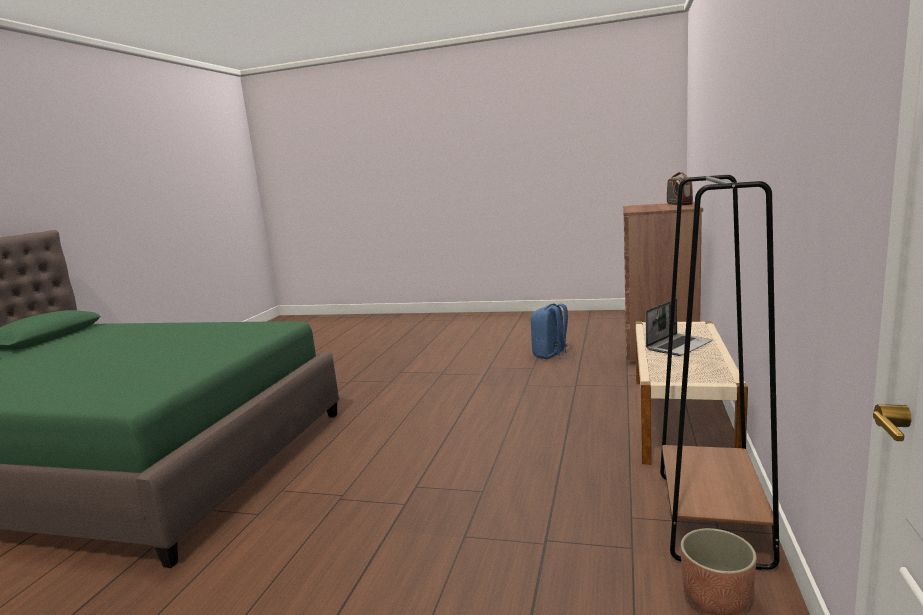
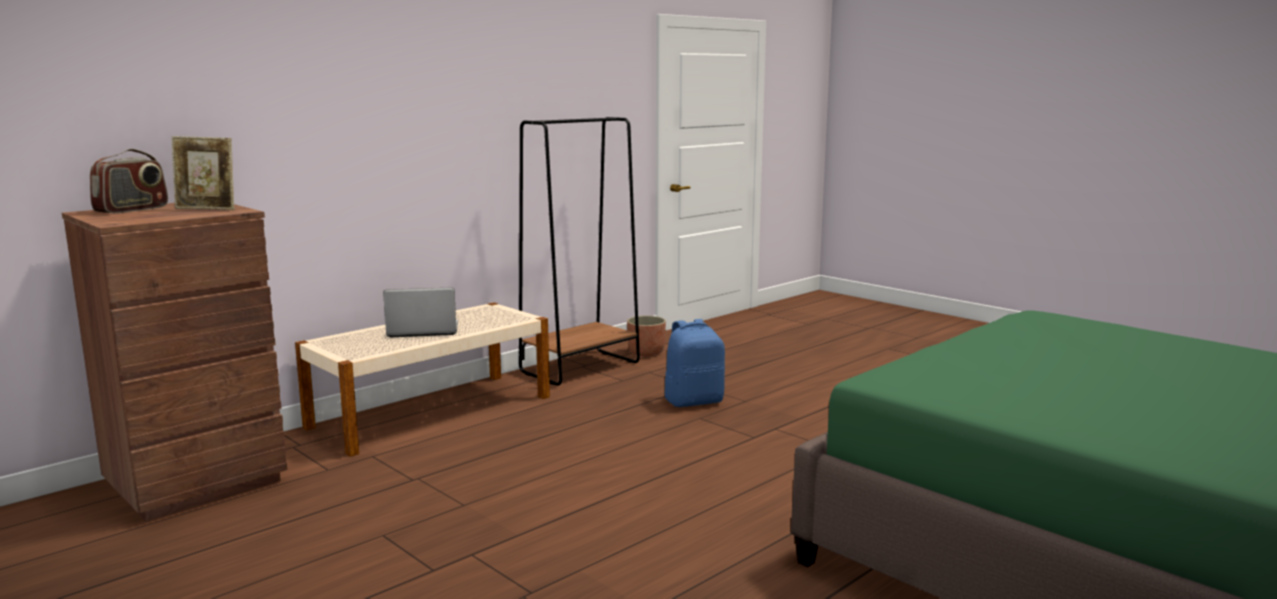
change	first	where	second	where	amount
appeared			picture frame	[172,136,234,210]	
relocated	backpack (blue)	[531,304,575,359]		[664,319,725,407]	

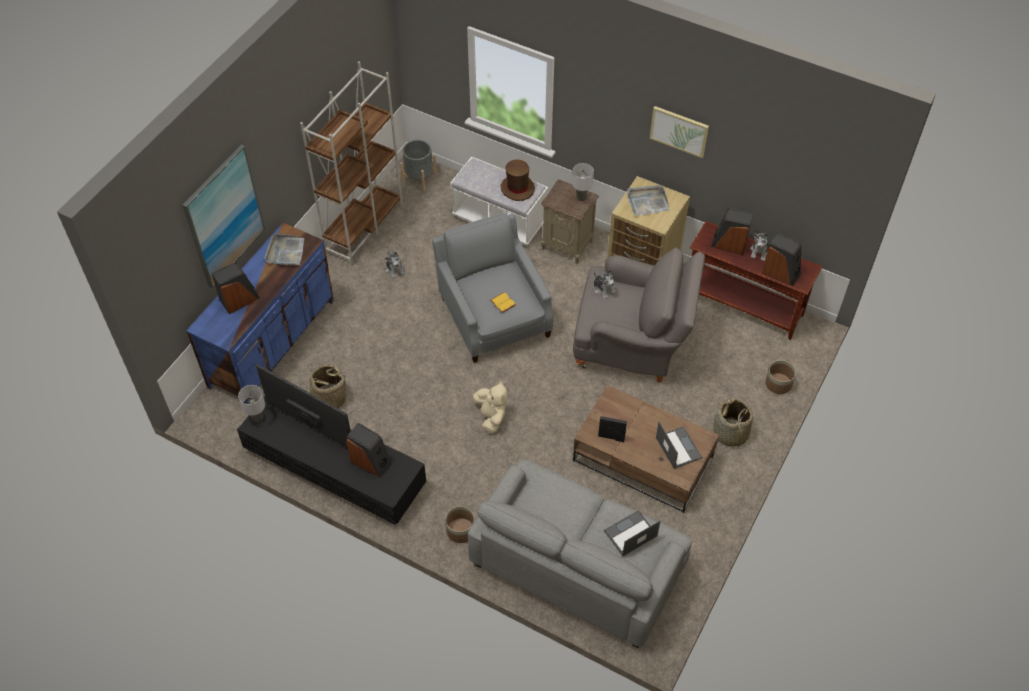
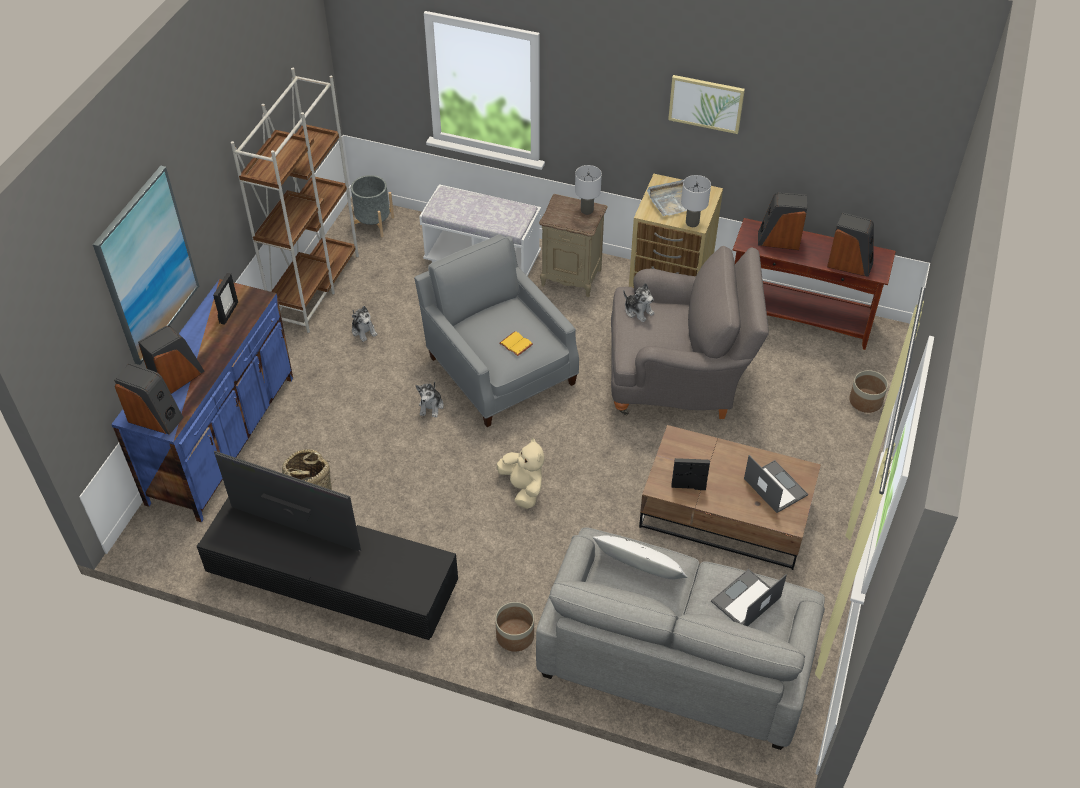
change	first	where	second	where	amount
missing	hat (brown)	[501,159,535,201]			
missing	basket	[713,398,753,449]			
appeared			pillow (white)	[593,535,688,579]	
relocated	table lamp (white)	[238,385,265,423]		[681,175,711,227]	
relocated	speaker	[346,423,392,478]		[114,363,184,435]	
relocated	plush toy	[750,232,769,261]		[416,381,444,417]	
exchanged	tray (grey)	[264,233,304,265]	picture frame	[213,273,238,325]	

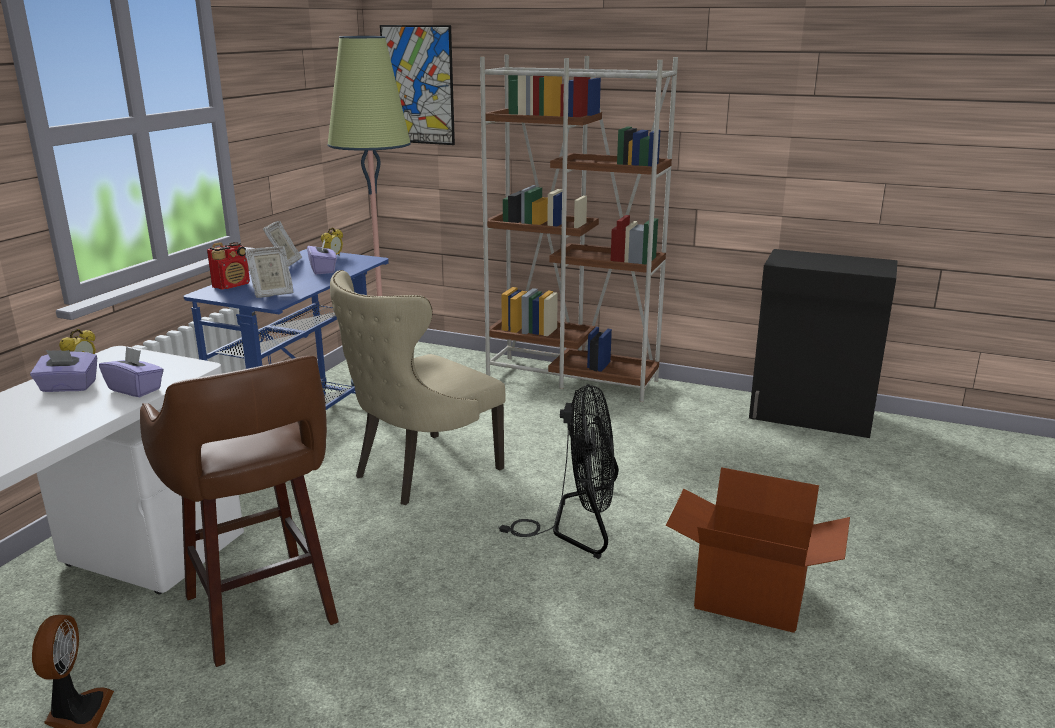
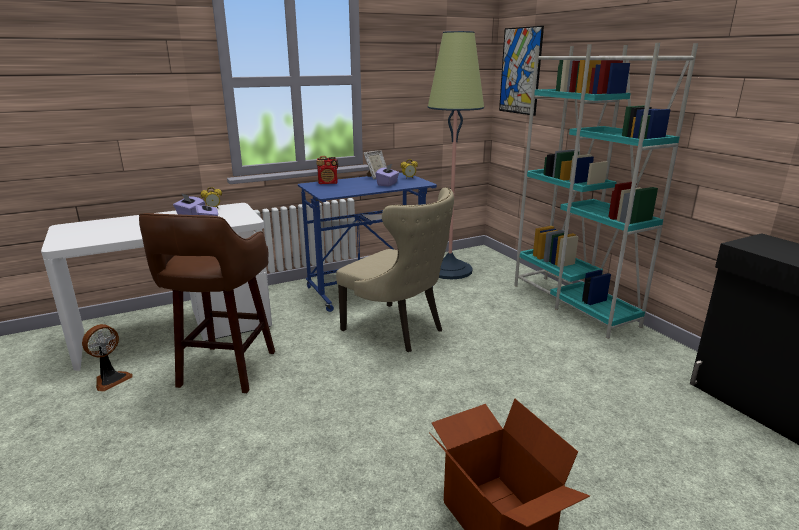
change	first	where	second	where	amount
missing	picture frame	[245,246,293,298]			
missing	fan (black)	[498,384,618,559]			
colour	bookcase (brown)	[480,54,678,402]	bookcase (turquoise)	[514,43,698,339]	
spun	chair (beige)	[330,270,506,505]		[336,187,454,352]	135 degrees counterclockwise

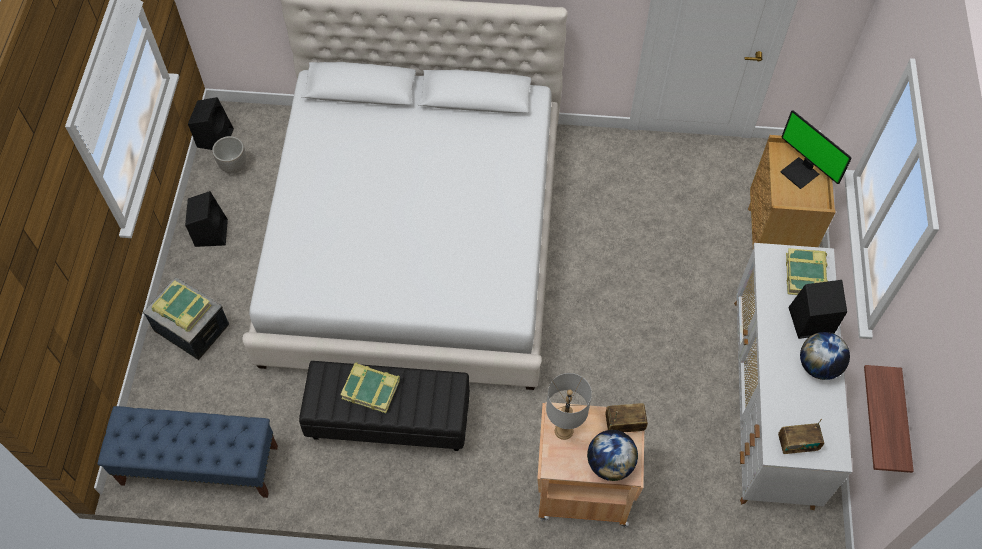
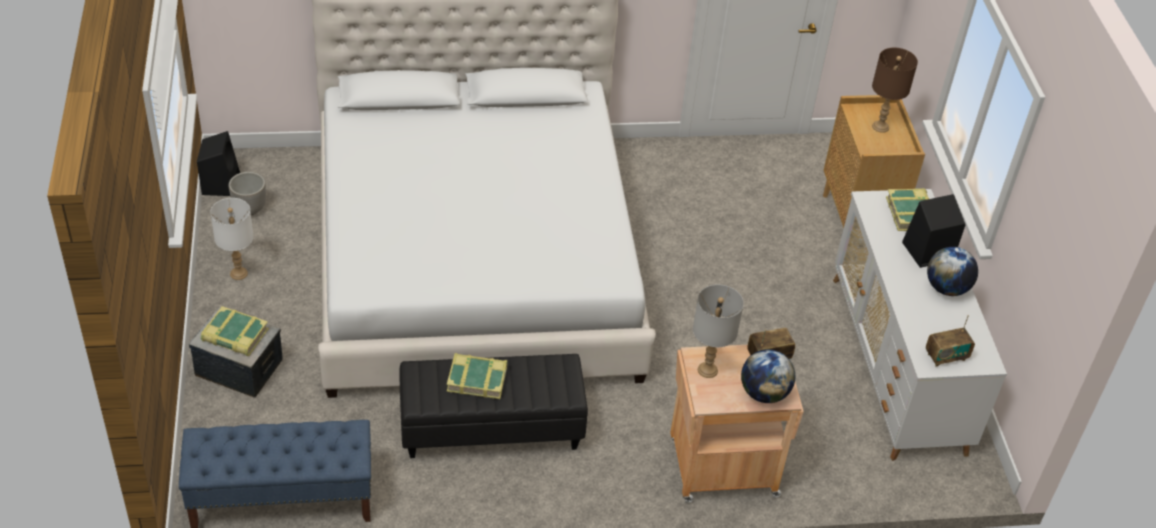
change	first	where	second	where	amount
missing	shelf	[864,365,914,473]			
exchanged	speaker (black)	[185,191,228,247]	table lamp (white)	[210,198,254,280]	
exchanged	monitor	[780,110,852,189]	table lamp (brown)	[872,48,918,133]	

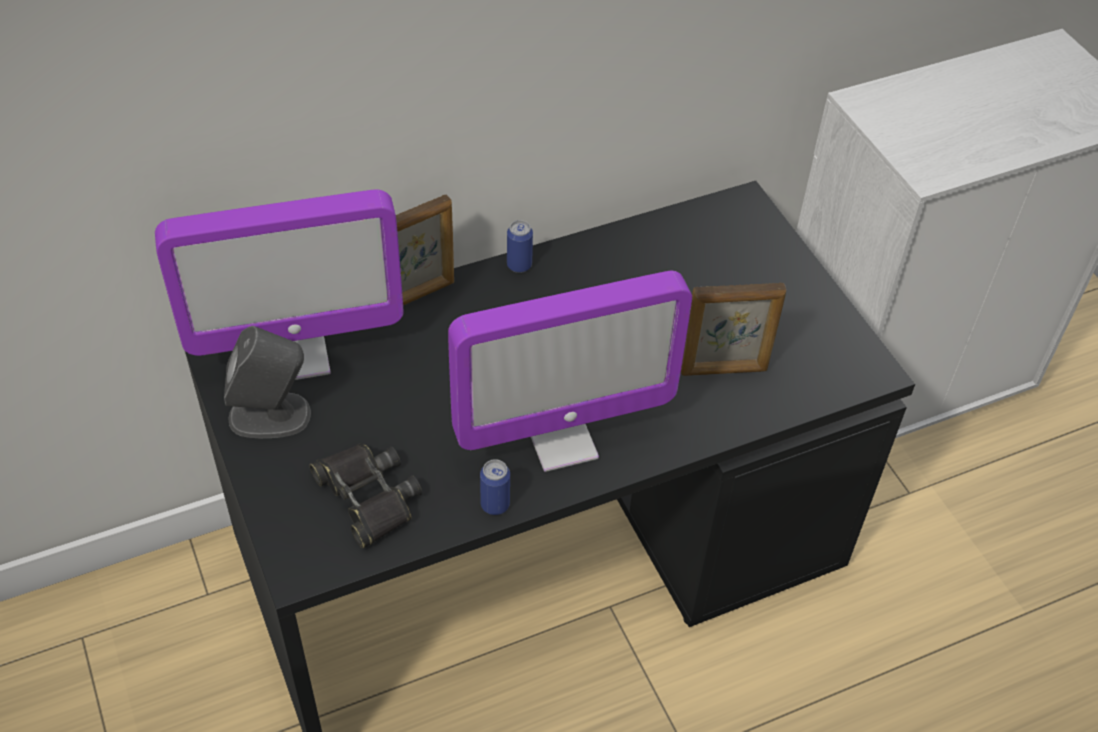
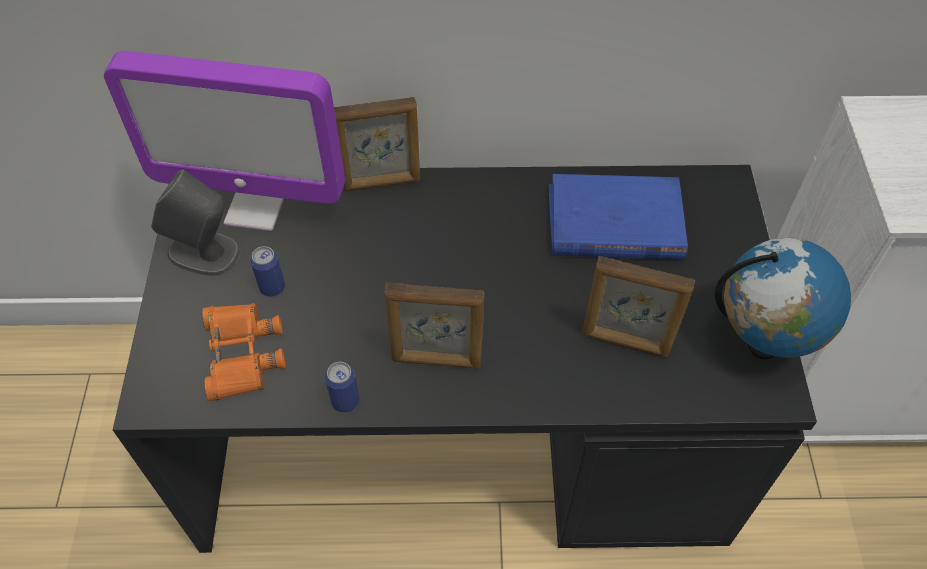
change	first	where	second	where	amount
appeared			book (blue)	[548,174,688,260]	
appeared			globe	[715,238,851,359]	
relocated	can	[507,220,533,273]		[250,246,285,296]	
exchanged	monitor	[448,271,692,472]	picture frame	[384,282,484,369]	
colour	binoculars (black)	[310,443,422,548]	binoculars (orange)	[202,303,285,401]	

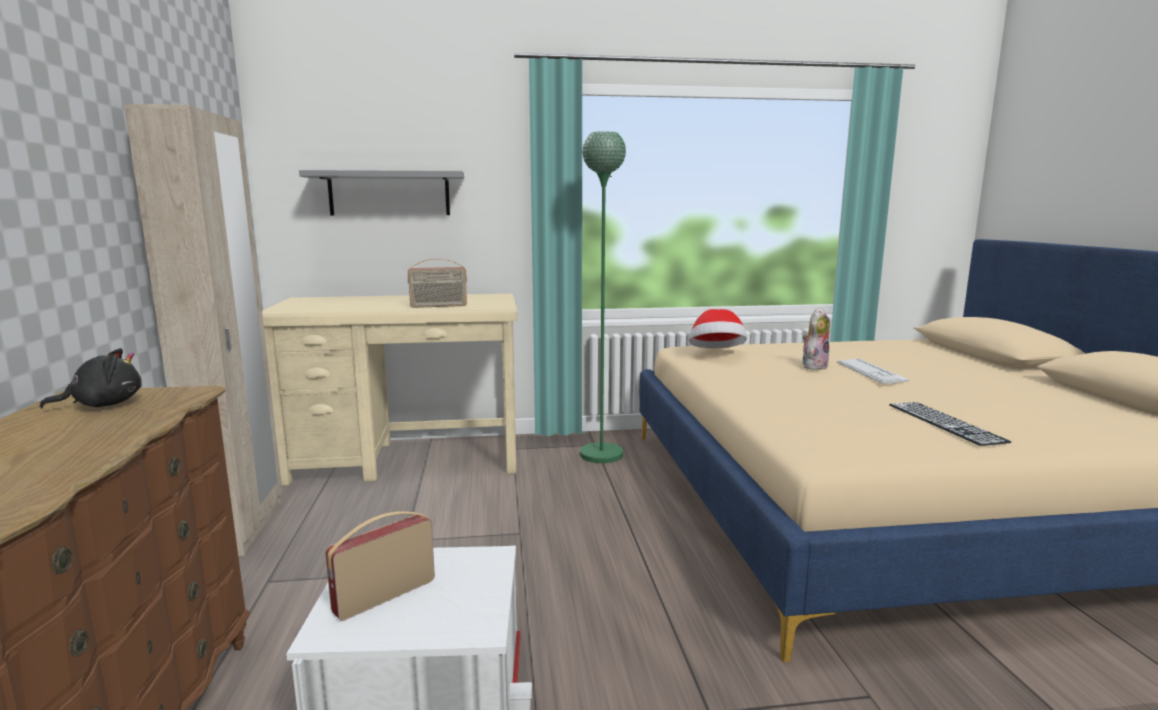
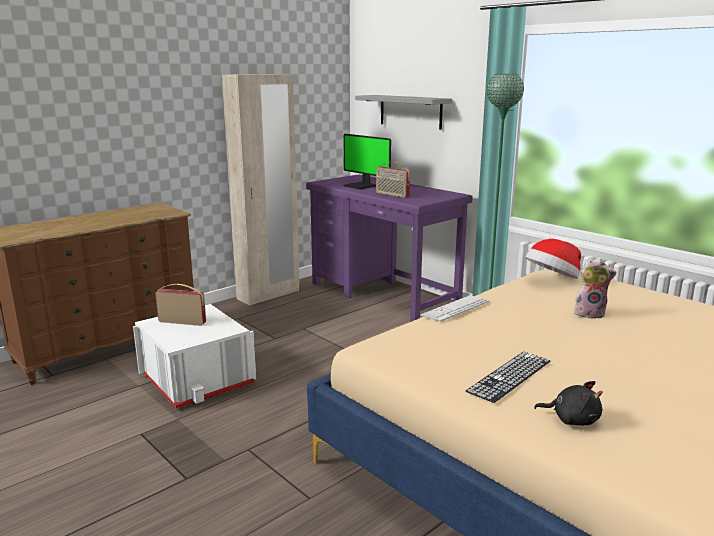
change	first	where	second	where	amount
appeared			monitor	[344,134,391,189]	
relocated	plush toy (black)	[39,348,142,409]		[534,381,603,426]	
relocated	keyboard	[837,359,909,384]		[421,295,489,322]	
colour	desk (beige)	[262,294,517,486]	desk (purple)	[306,174,473,322]	

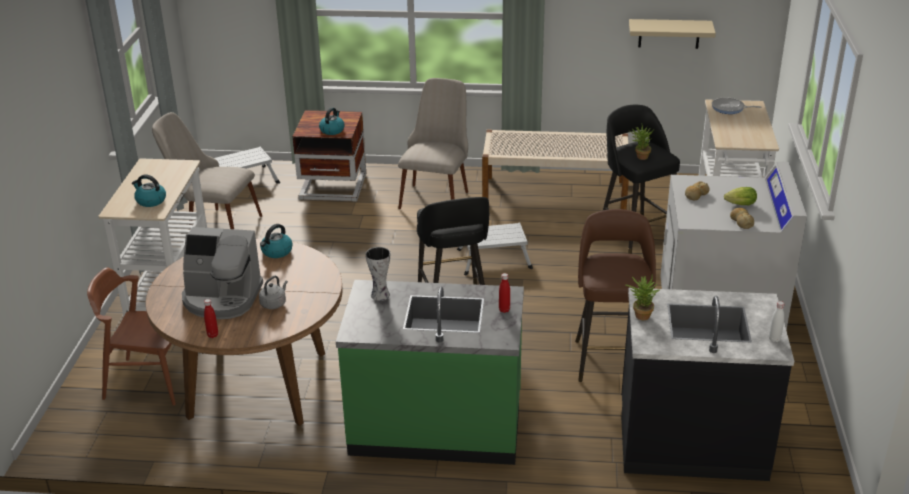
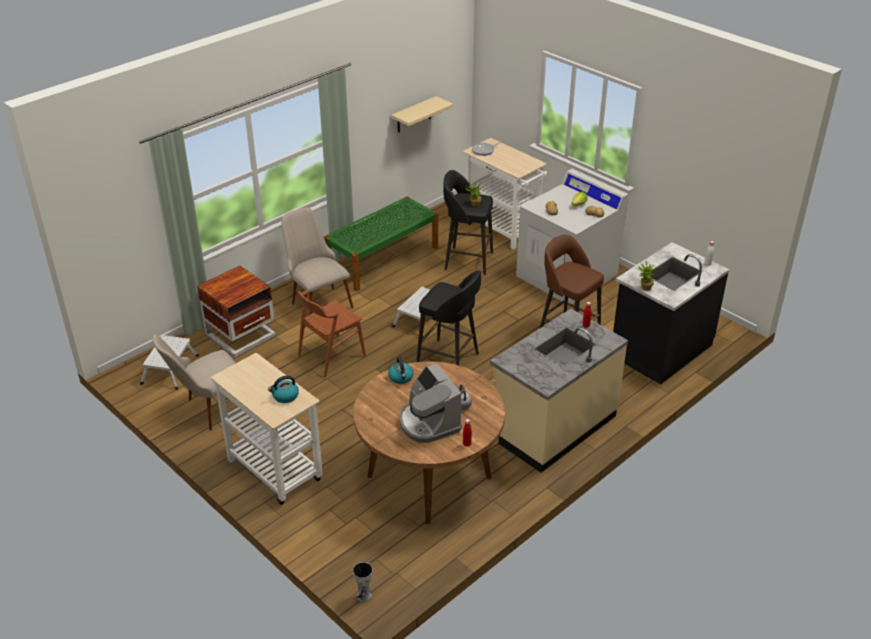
change	first	where	second	where	amount
missing	kettle	[319,108,345,135]			
relocated	chair (brown)	[87,268,176,405]		[297,291,366,377]	
relocated	vase	[365,247,390,301]		[353,562,373,602]	
colour	counter (green)	[336,280,524,465]	counter (beige)	[490,309,628,473]	
colour	bench (beige)	[482,129,629,210]	bench (green)	[323,196,438,292]	
spun	coffee machine	[182,227,263,319]		[399,364,462,443]	105 degrees clockwise

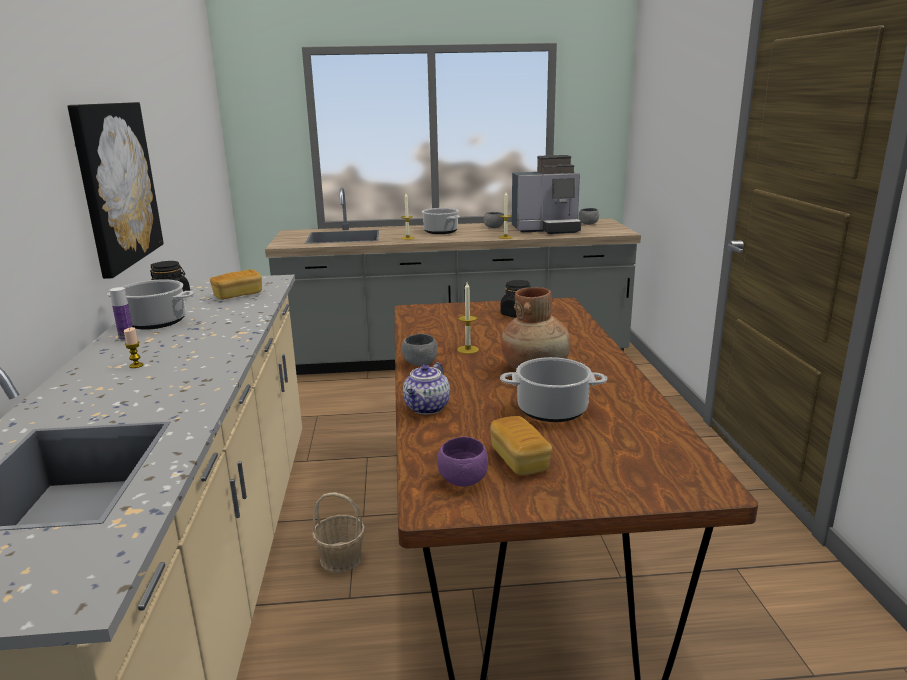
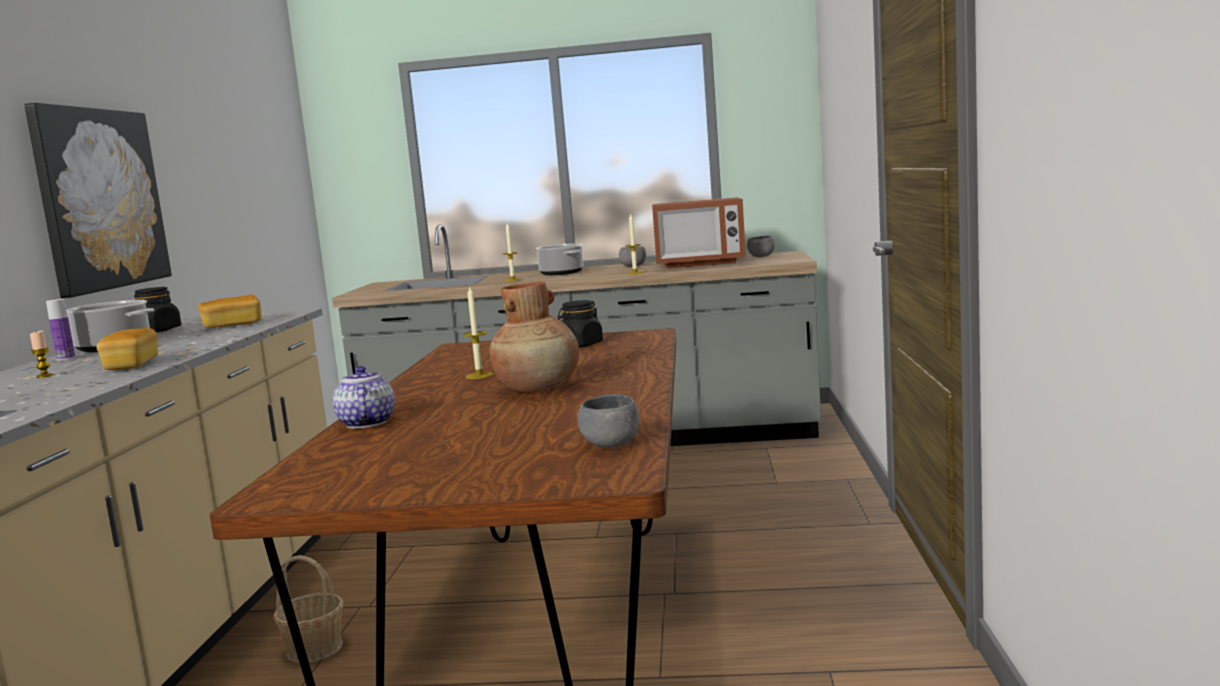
change	first	where	second	where	amount
missing	bowl (purple)	[437,437,488,487]			
missing	cooking pot	[500,357,607,422]			
relocated	bowl (grey)	[402,334,437,366]		[578,394,639,448]	
relocated	bread	[490,416,552,476]		[96,328,158,370]	
exchanged	coffee machine	[512,155,581,234]	microwave	[652,197,746,268]	
spun	teapot	[403,362,450,414]		[333,366,395,428]	135 degrees clockwise

